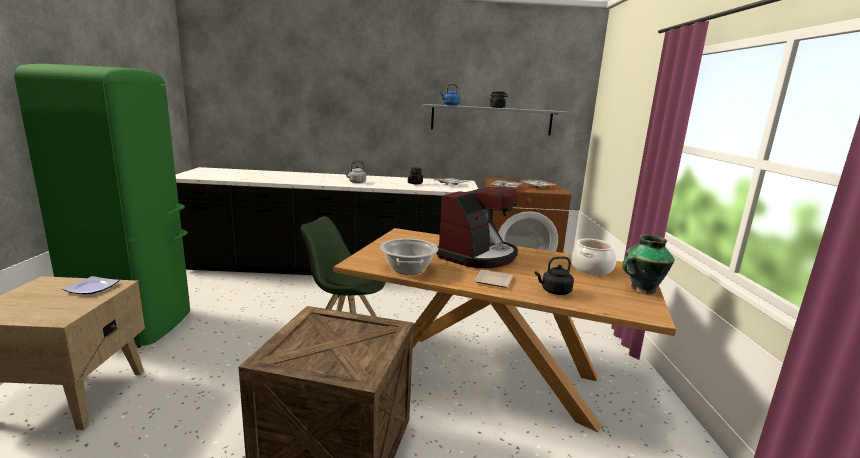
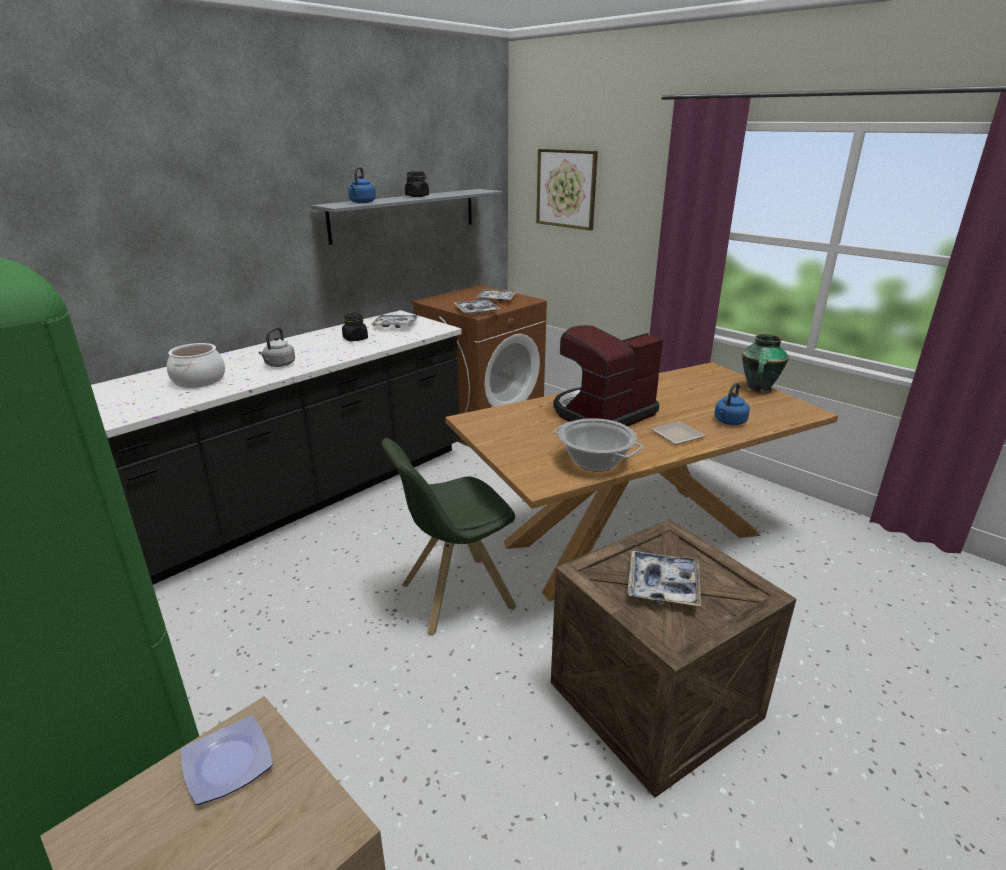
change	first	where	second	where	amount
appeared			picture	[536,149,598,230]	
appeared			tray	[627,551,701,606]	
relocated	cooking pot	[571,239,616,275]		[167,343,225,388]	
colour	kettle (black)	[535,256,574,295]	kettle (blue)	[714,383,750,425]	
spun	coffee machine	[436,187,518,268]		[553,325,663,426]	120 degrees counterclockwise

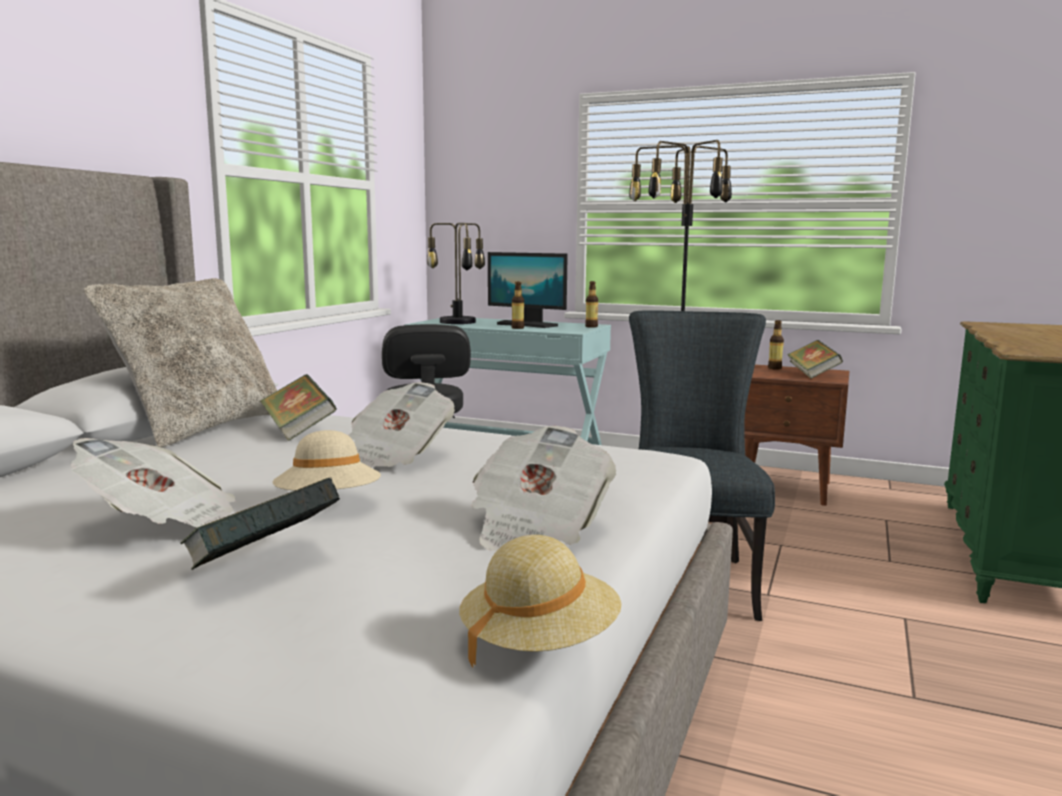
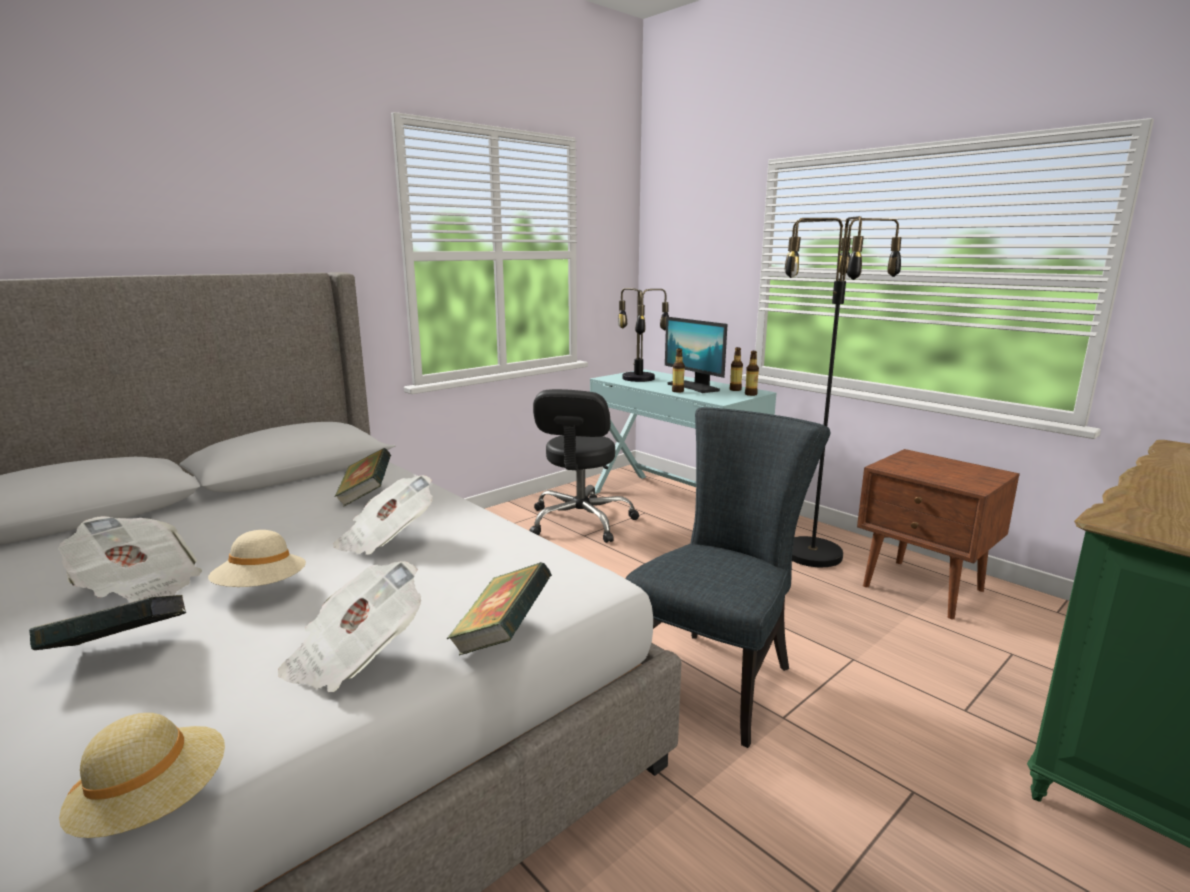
change	first	where	second	where	amount
missing	pillow (beige)	[84,278,277,447]			
relocated	bottle	[768,320,784,370]		[729,347,743,391]	
relocated	book	[787,340,843,379]		[447,562,552,656]	

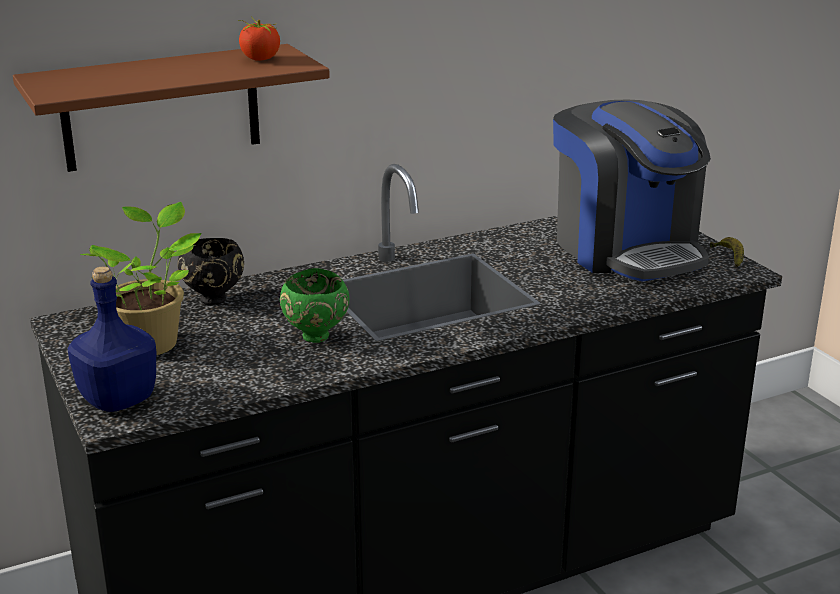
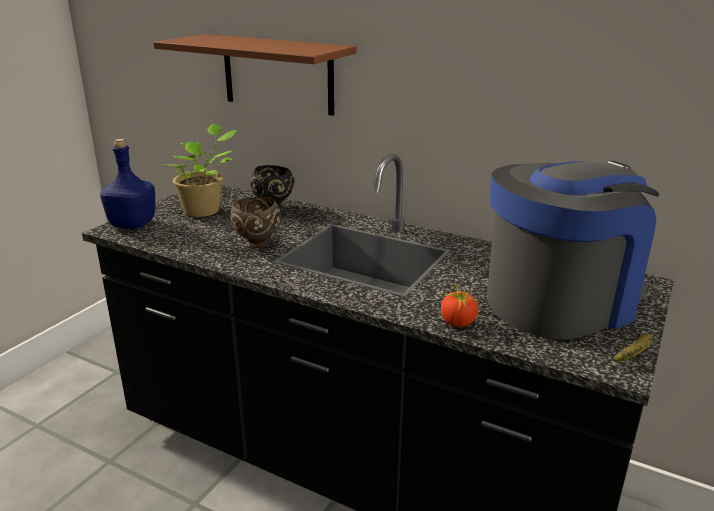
change	first	where	second	where	amount
relocated	tomato	[238,16,280,61]		[441,284,479,327]	
colour	bowl (green)	[280,268,349,343]	bowl (brown)	[230,197,281,248]	
spun	coffee machine	[553,100,711,282]		[487,160,659,340]	150 degrees counterclockwise

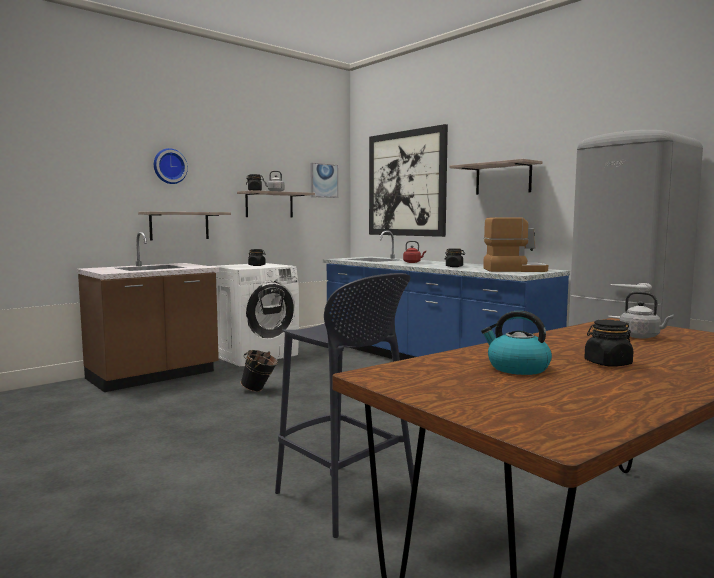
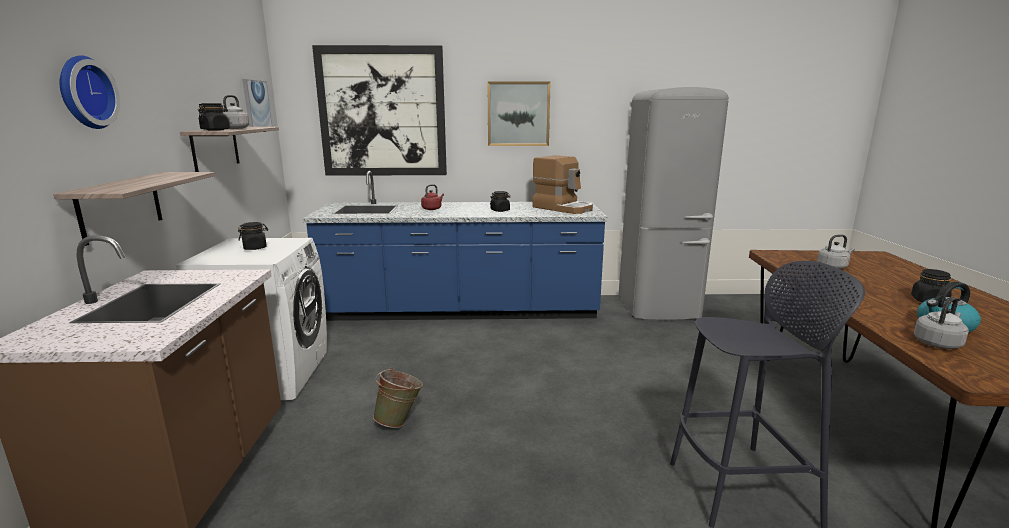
change	first	where	second	where	amount
appeared			kettle (grey)	[914,297,969,349]	
exchanged	shelf	[449,159,542,195]	picture	[487,81,551,146]	
colour	bucket (black)	[241,350,278,392]	bucket (green)	[373,367,423,428]	
spun	coffee machine	[483,217,548,272]		[532,155,593,214]	90 degrees clockwise

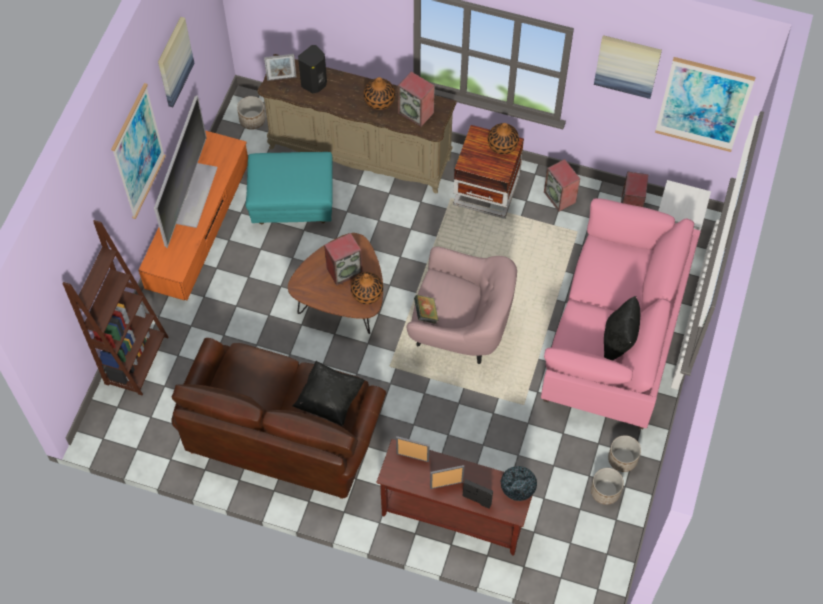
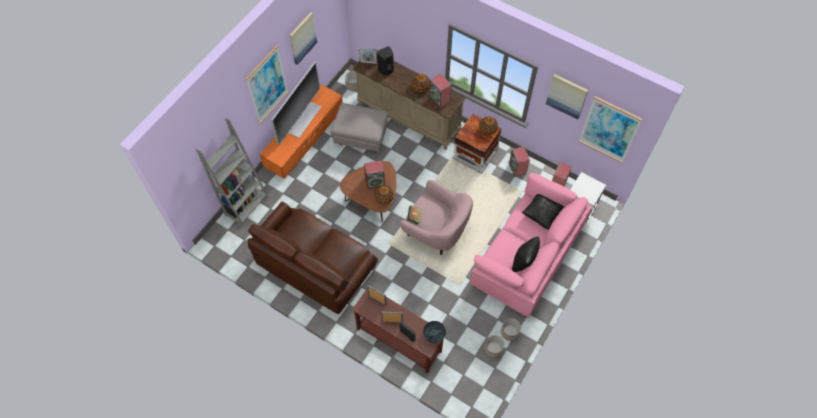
change	first	where	second	where	amount
relocated	pillow (black)	[293,361,365,426]		[522,194,564,230]	
colour	bookcase (brown)	[63,220,168,395]	bookcase (grey)	[196,118,268,226]	
colour	ottoman (turquoise)	[246,152,333,224]	ottoman (grey)	[330,103,389,153]	

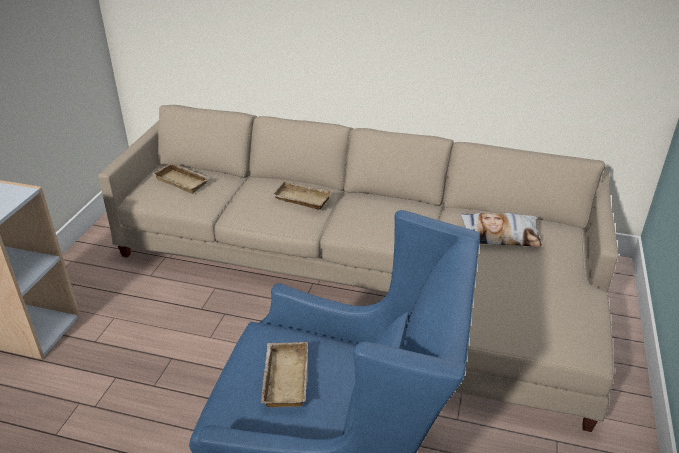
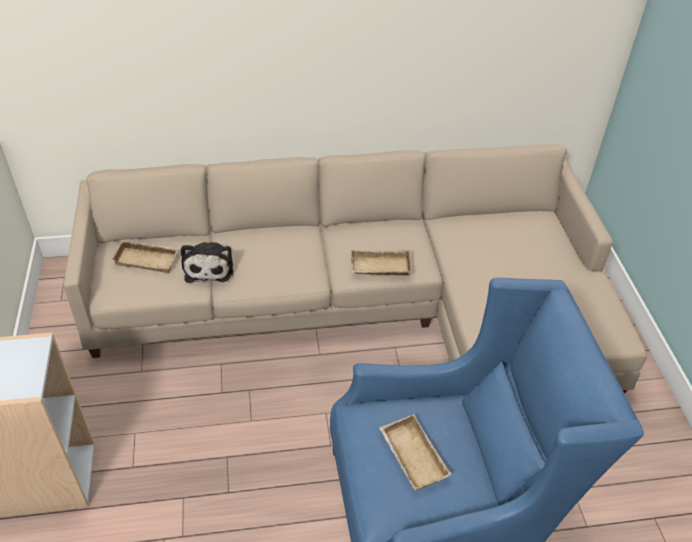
change	first	where	second	where	amount
missing	pillow	[460,213,542,247]			
appeared			plush toy	[181,242,233,283]	
relocated	tray (beige)	[271,181,332,210]		[351,250,412,276]	

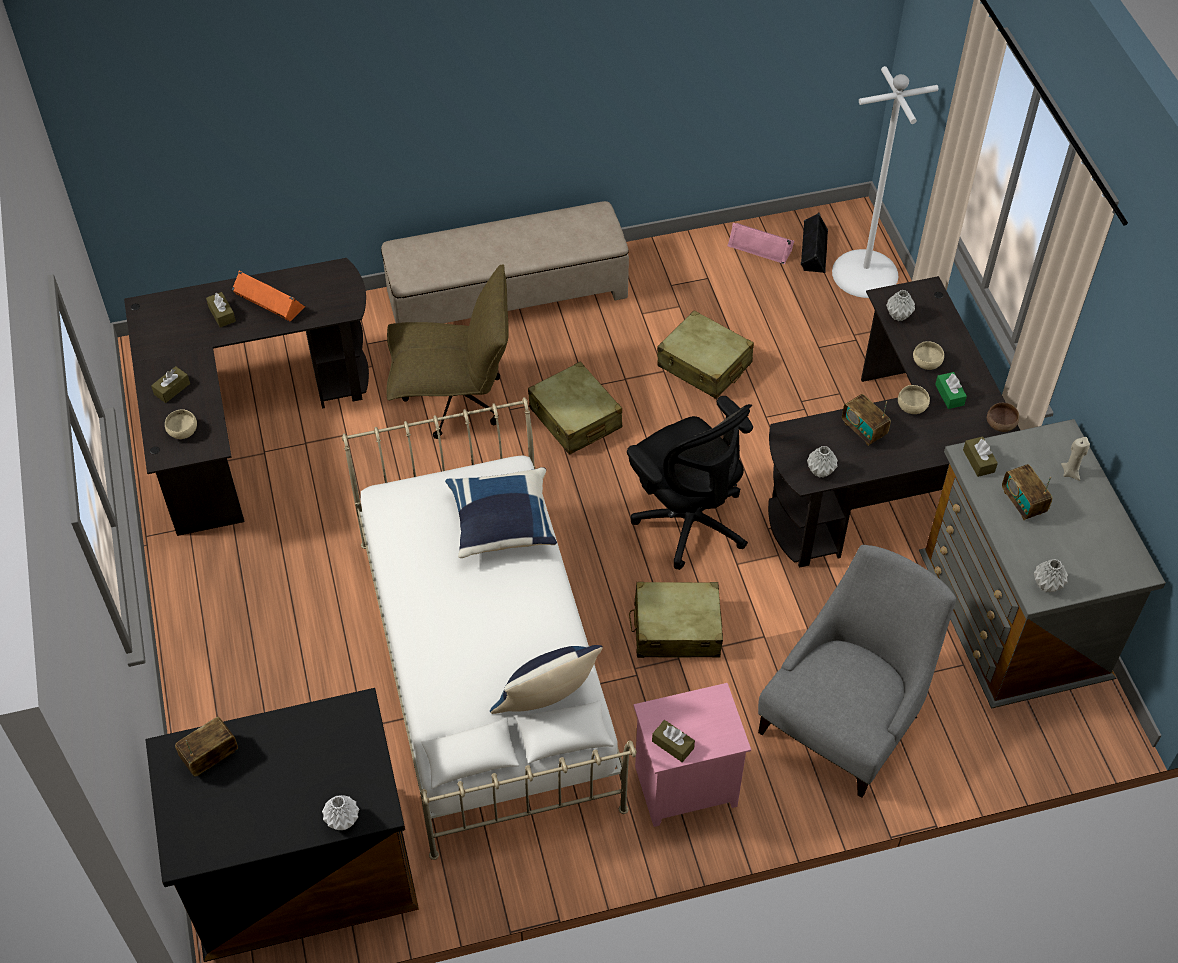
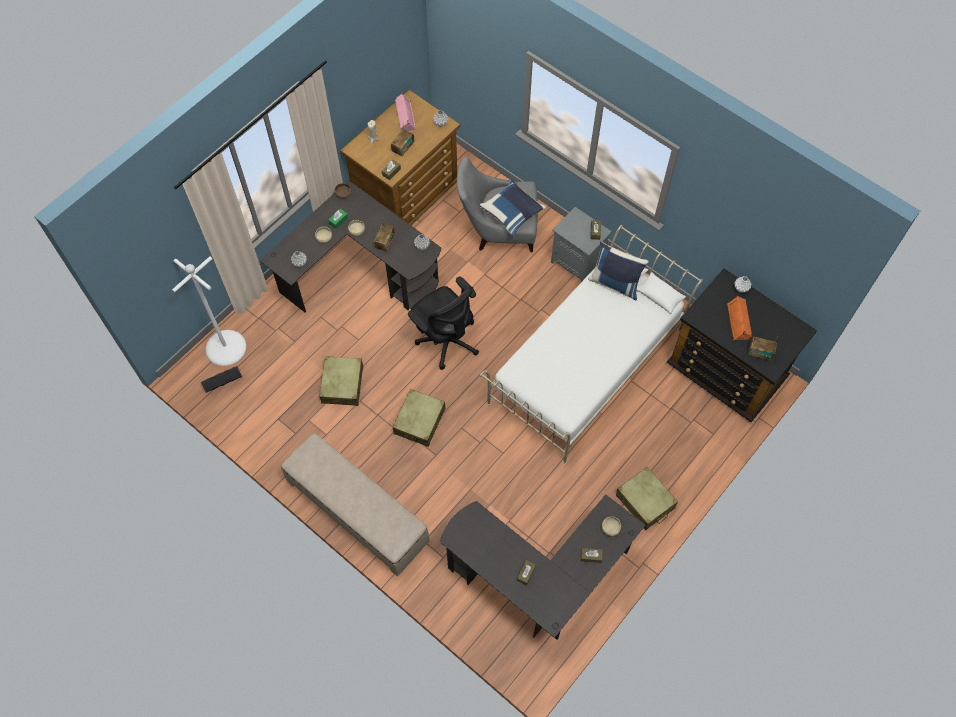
change	first	where	second	where	amount
missing	office chair (beige)	[387,264,509,439]			
relocated	speaker (orange)	[232,271,305,321]		[727,296,752,340]	
relocated	pillow (blue)	[445,467,557,558]		[480,180,546,236]	
relocated	suitcase (beige)	[629,582,723,658]		[616,467,678,530]	
relocated	speaker (pink)	[728,223,794,264]		[395,93,416,131]	
colour	nightstand (pink)	[634,683,751,827]	nightstand (grey)	[551,207,612,282]	
colour	dresser (grey)	[919,419,1166,709]	dresser (brown)	[340,90,460,225]	
spun	office chair (black)	[627,396,753,569]		[408,277,479,370]	120 degrees clockwise

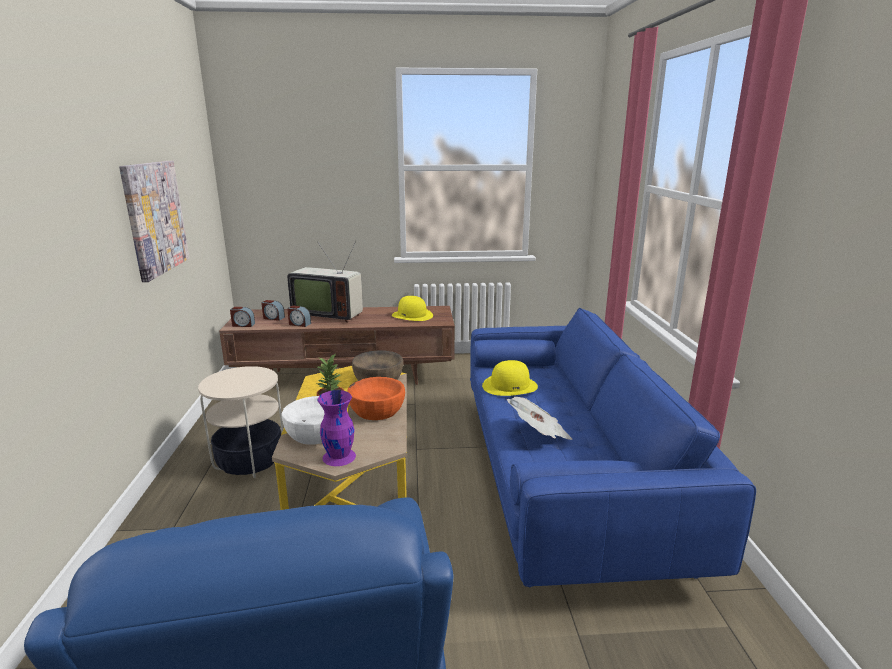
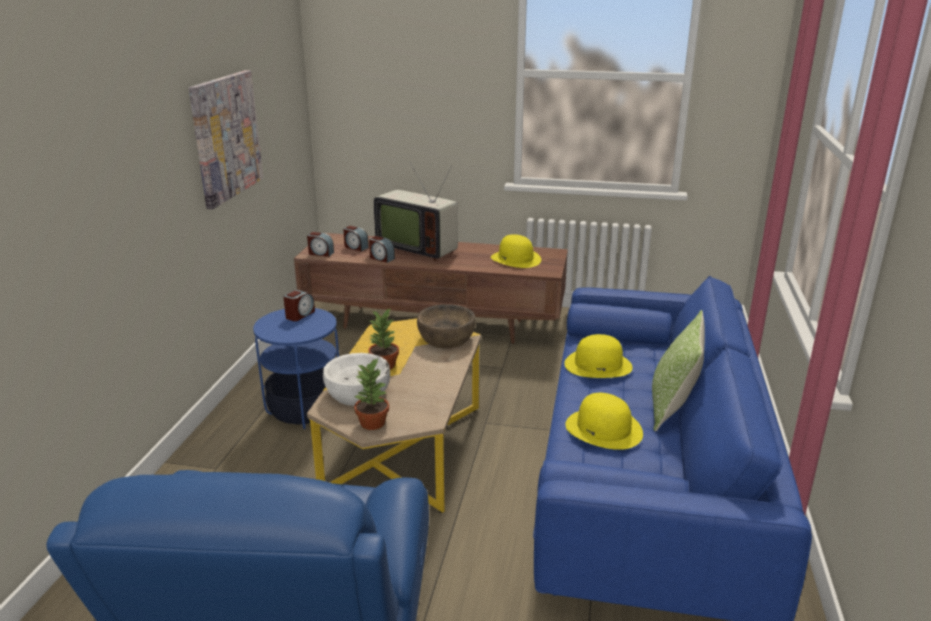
change	first	where	second	where	amount
missing	bowl (orange)	[347,377,405,420]			
appeared			alarm clock	[283,290,315,321]	
appeared			pillow	[652,310,705,432]	
exchanged	vase (purple)	[317,390,356,466]	potted plant	[354,358,389,430]	
exchanged	newspaper	[507,397,572,440]	hat (yellow)	[565,393,643,450]	
colour	side table (beige)	[198,366,283,478]	side table (blue)	[253,308,339,429]	

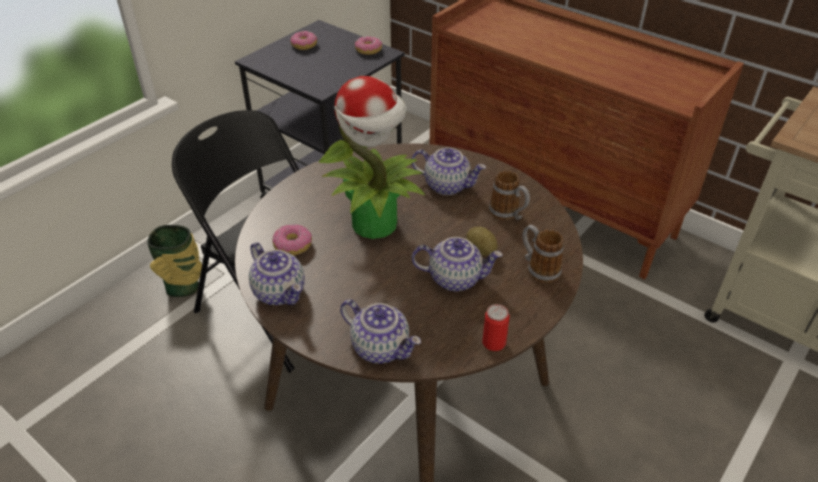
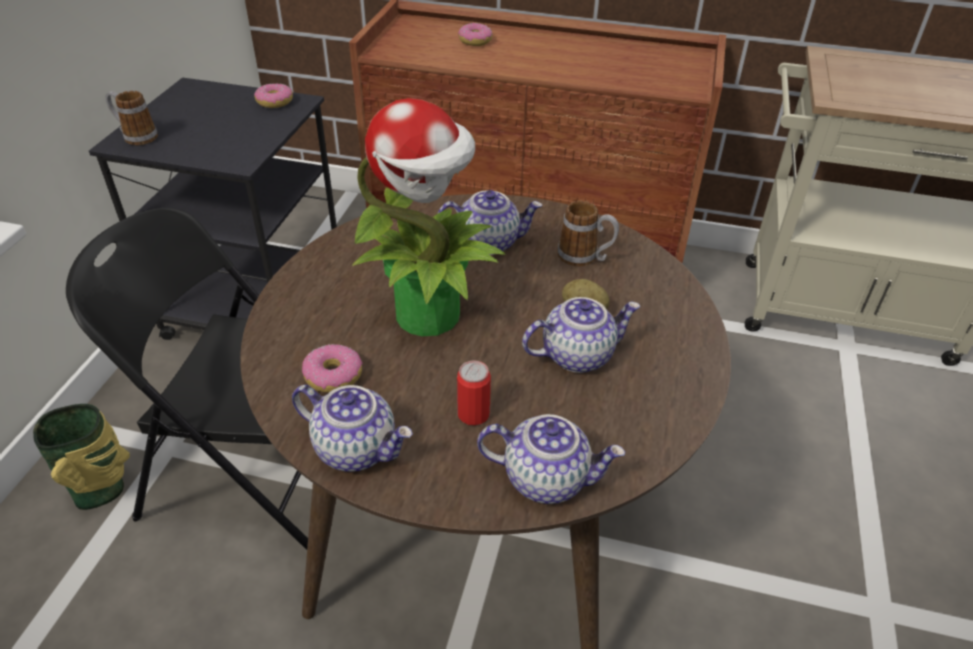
change	first	where	second	where	amount
relocated	donut	[290,31,317,50]		[458,23,492,46]	
relocated	can	[482,304,510,351]		[457,361,491,425]	
relocated	mug	[522,225,564,283]		[105,91,158,145]	

